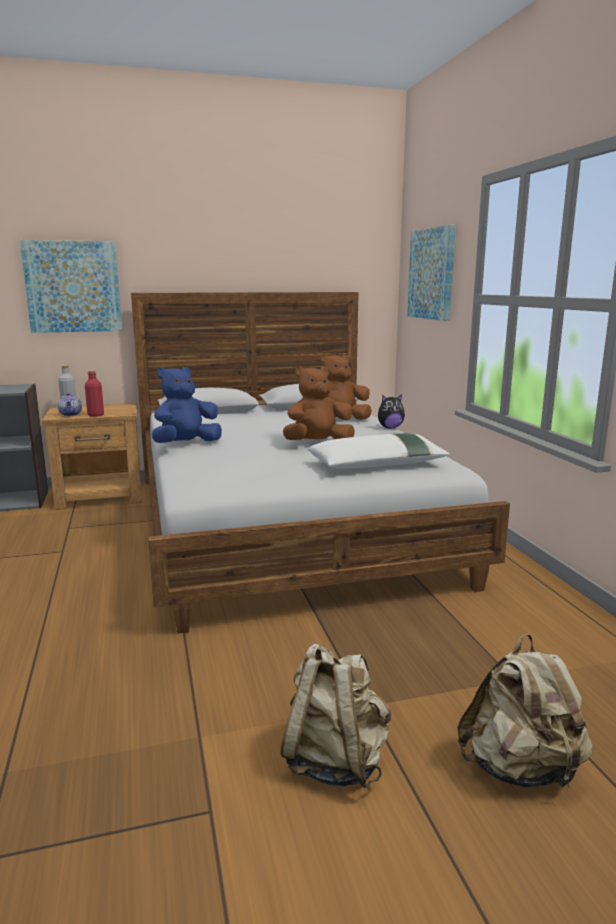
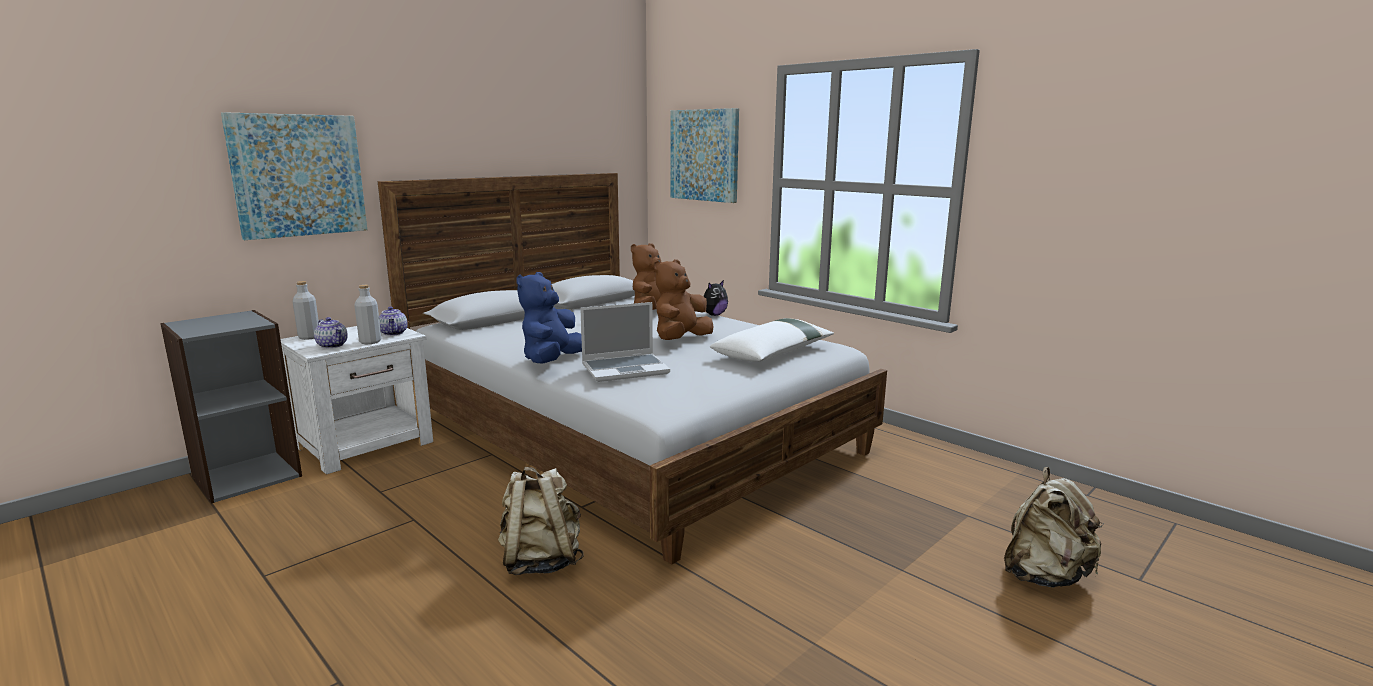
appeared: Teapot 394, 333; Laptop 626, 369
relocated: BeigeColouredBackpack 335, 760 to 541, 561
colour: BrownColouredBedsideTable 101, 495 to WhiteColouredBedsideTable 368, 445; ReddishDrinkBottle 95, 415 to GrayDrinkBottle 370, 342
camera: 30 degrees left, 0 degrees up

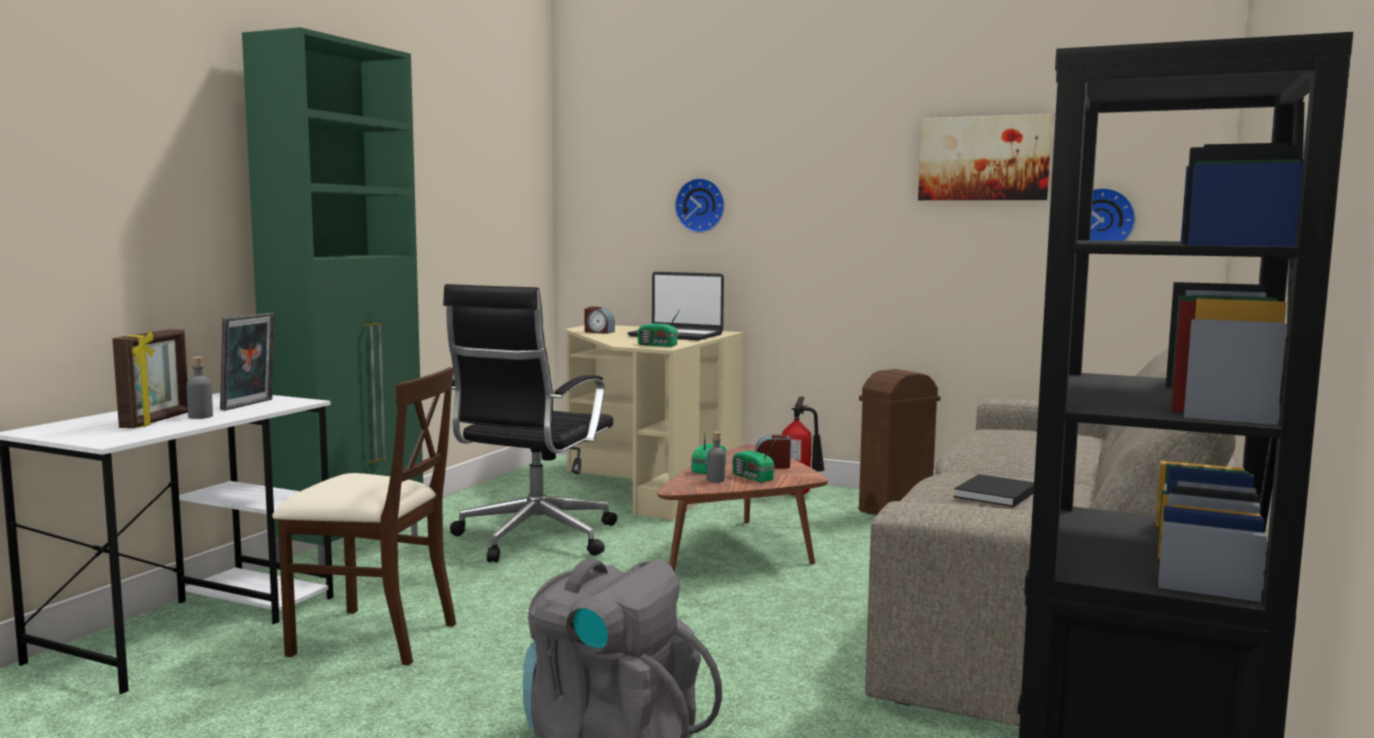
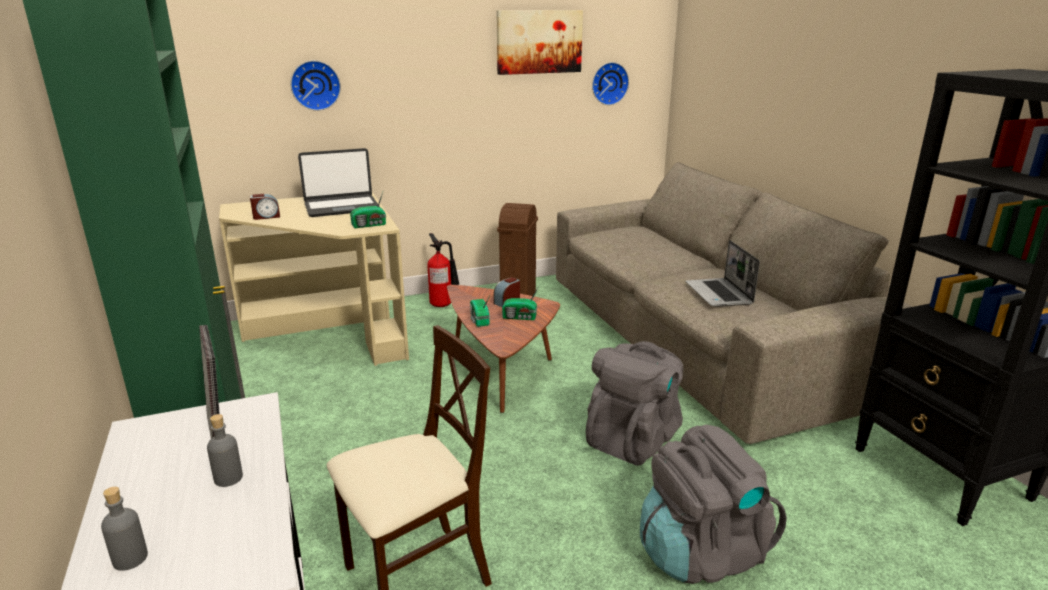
missing: StandingFrame 157, 421; BlackColouredDeskChair 533, 539
appeared: GrayBackpack 633, 438
relocated: GrayDrinkBottle 715, 480 to 130, 558
exchanged: BlackColouredVolume 994, 494 to Laptop 719, 294
camera: 45 degrees left, 15 degrees up

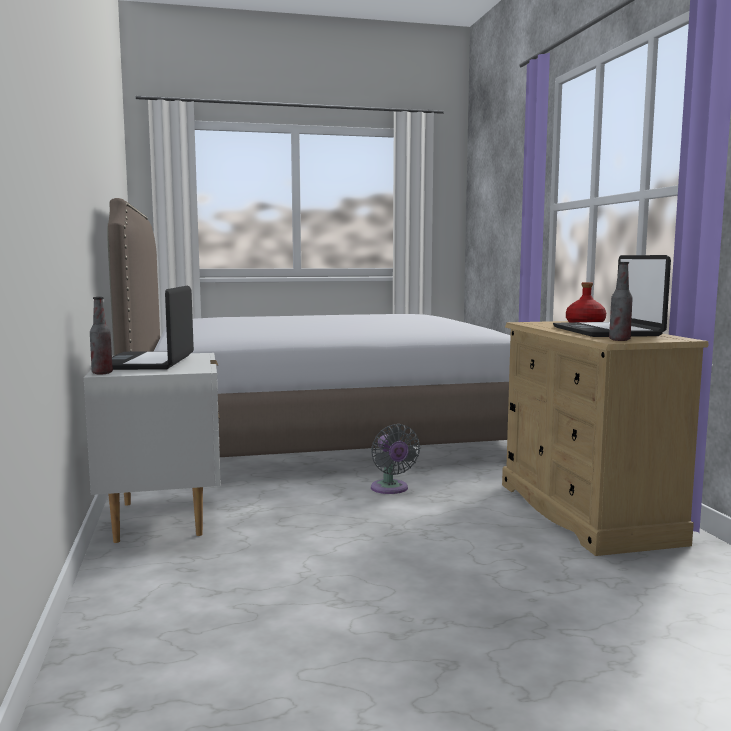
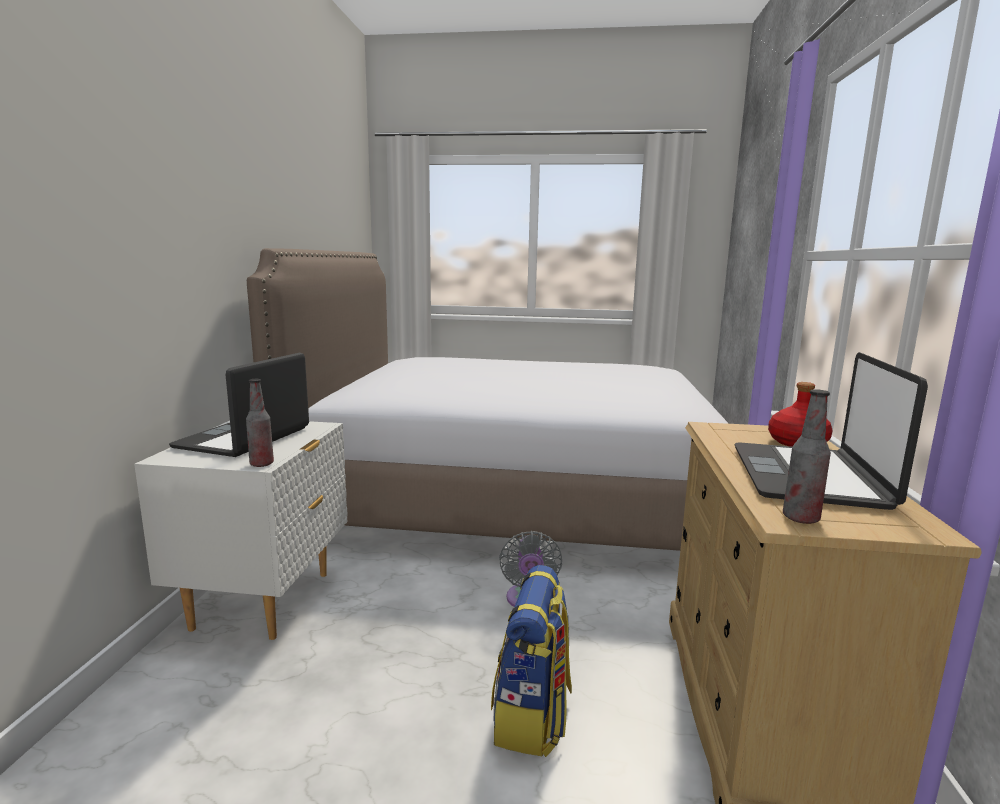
appeared: Backpack 532, 717
relocated: DrinkBottle 102, 373 to 262, 464
camera: 20 degrees right, 5 degrees up

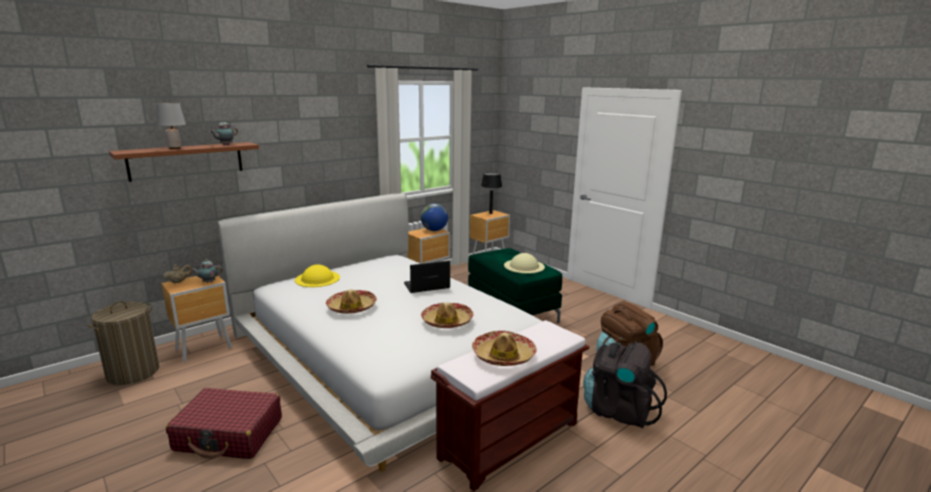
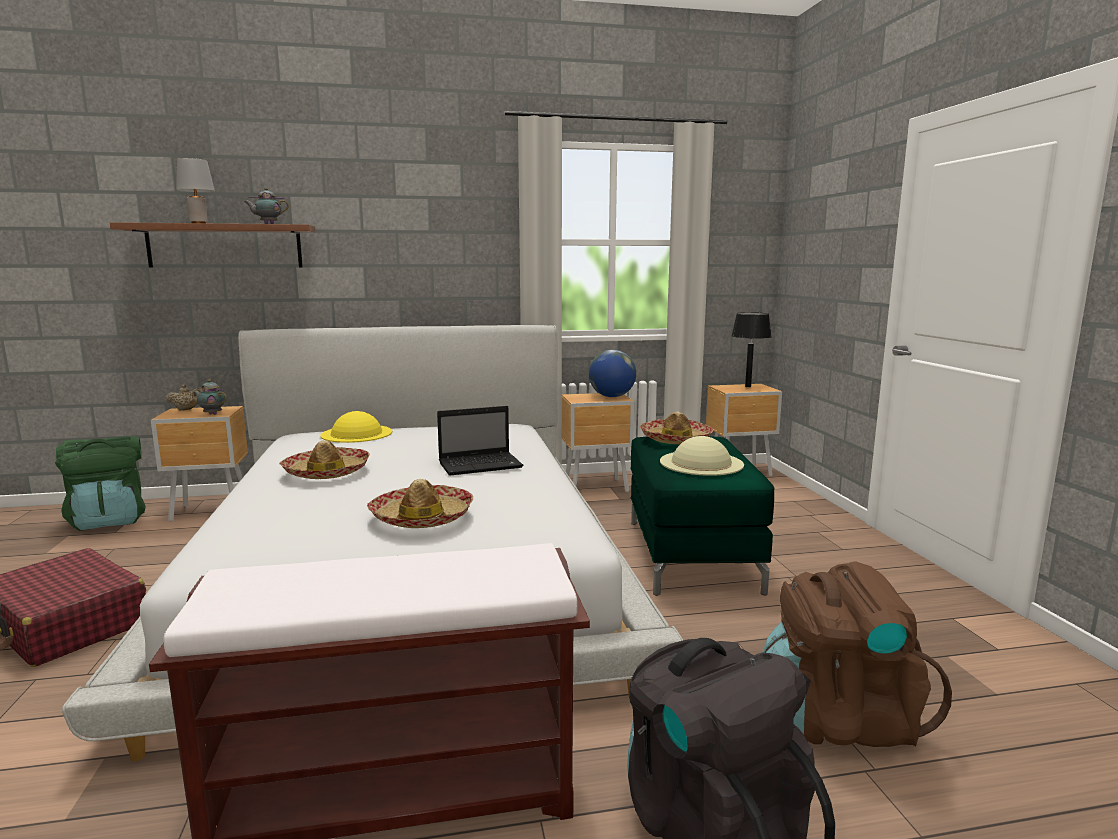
relocated: WearableHat 503, 356 to 676, 439
exchanged: WashingBasket 133, 372 to GreenBackpack 110, 520
spun: Laptop 426, 286 = 482, 465 150 degrees clockwise
camera: 30 degrees right, 5 degrees down

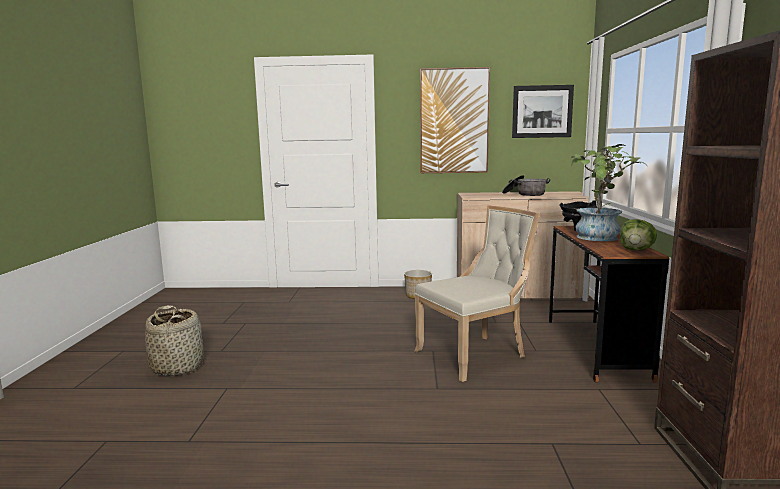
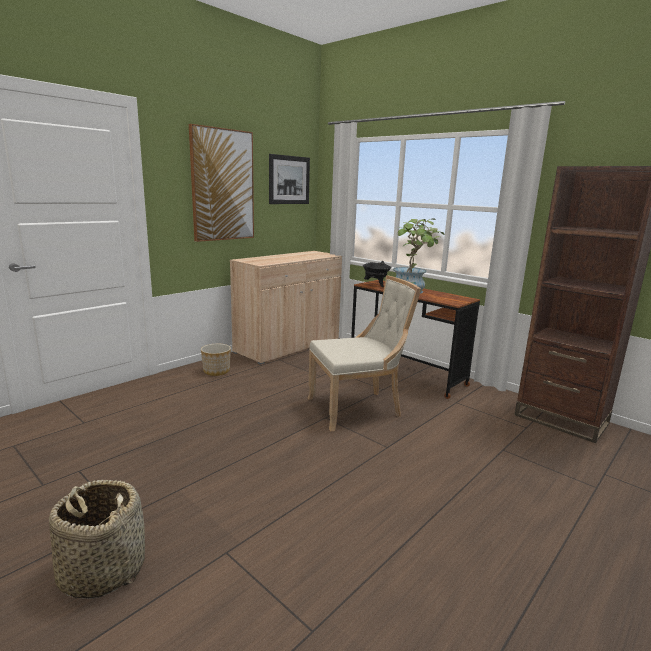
missing: Saucepot 524, 194; LettuceHead 636, 250
spun: BeigeColouredUprightChair 475, 355 = 358, 408 60 degrees clockwise
camera: 50 degrees left, 5 degrees up

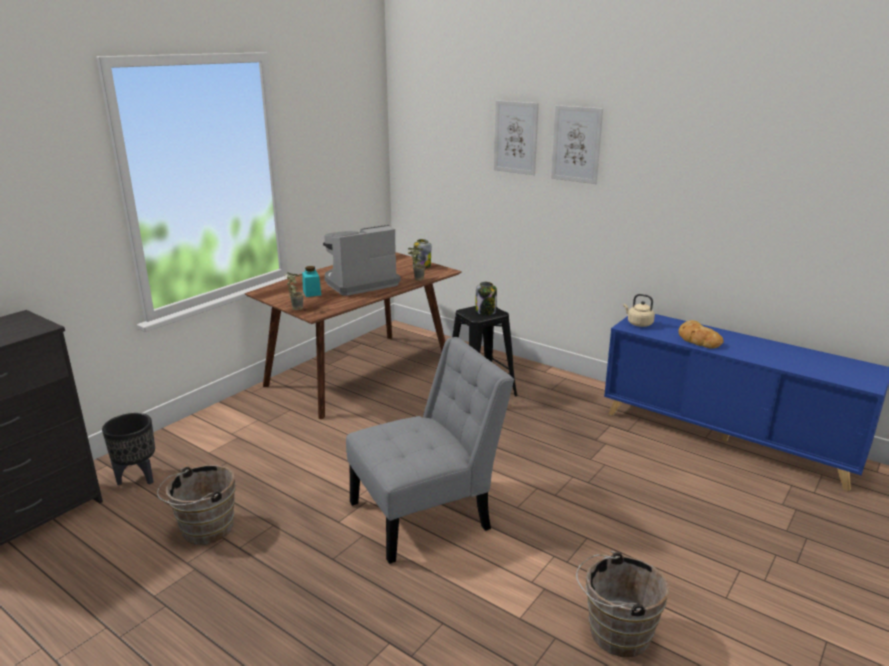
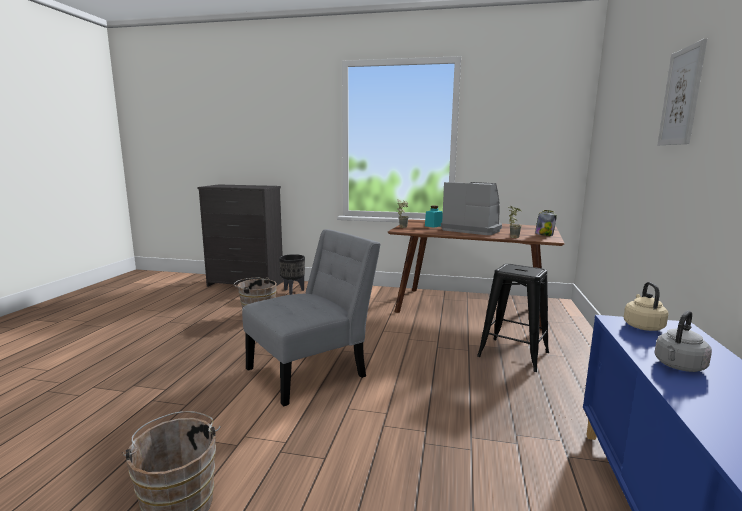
missing: PreserveJar 486, 311; Picture 516, 137
exchanged: BakedBread 698, 339 to GrayWaterKettle 678, 366
spun: GrayUprightChair 427, 513 = 312, 371 75 degrees counterclockwise
camera: 65 degrees right, 10 degrees down

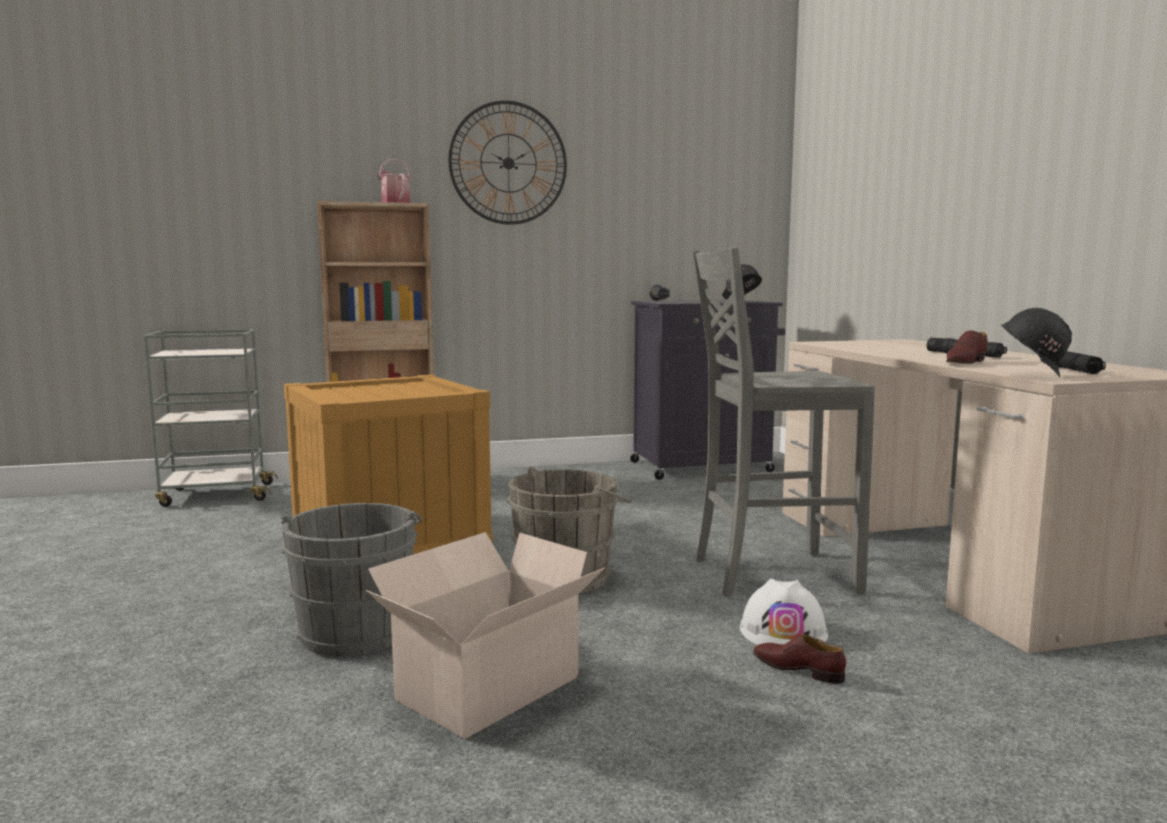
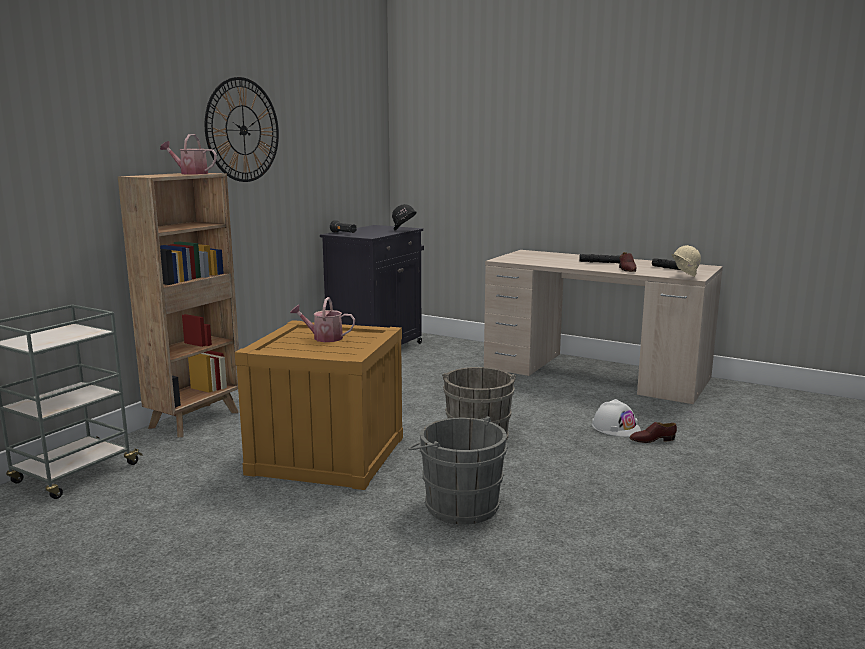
missing: PackingBox 484, 690; GrayUprightChair 770, 574
appeared: WateringPot 323, 338
colour: BlackColouredHardHat 1030, 376 to BeigeColouredHardHat 683, 277
camera: 45 degrees left, 5 degrees up

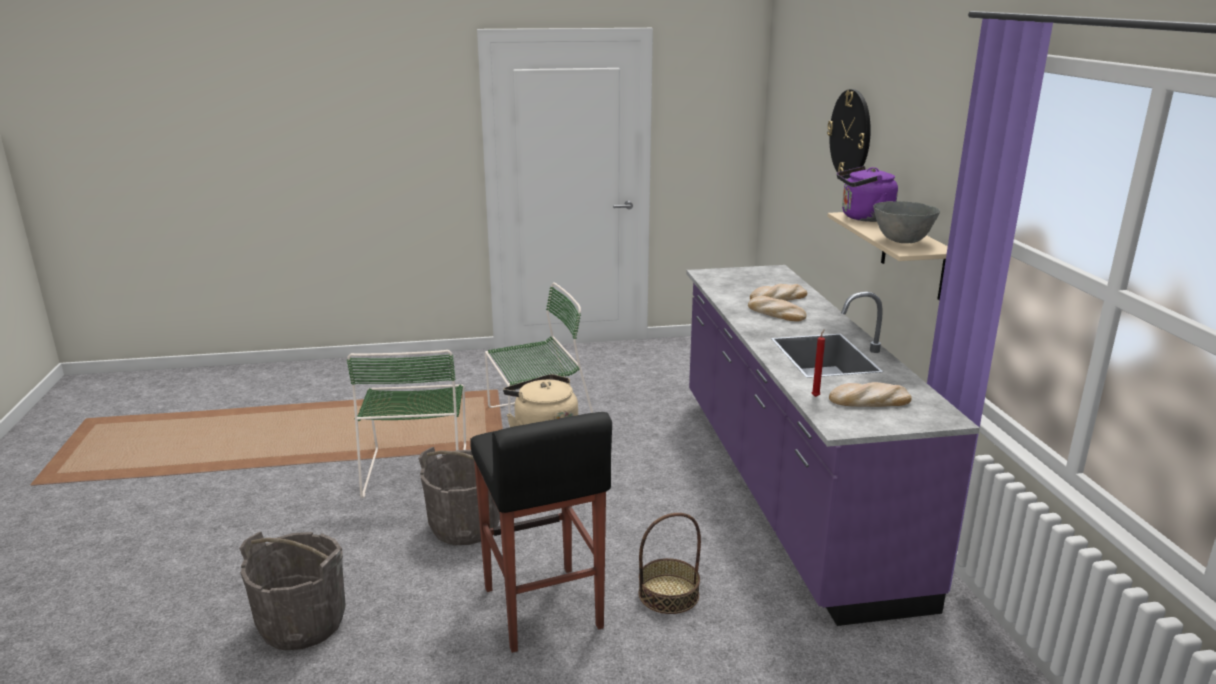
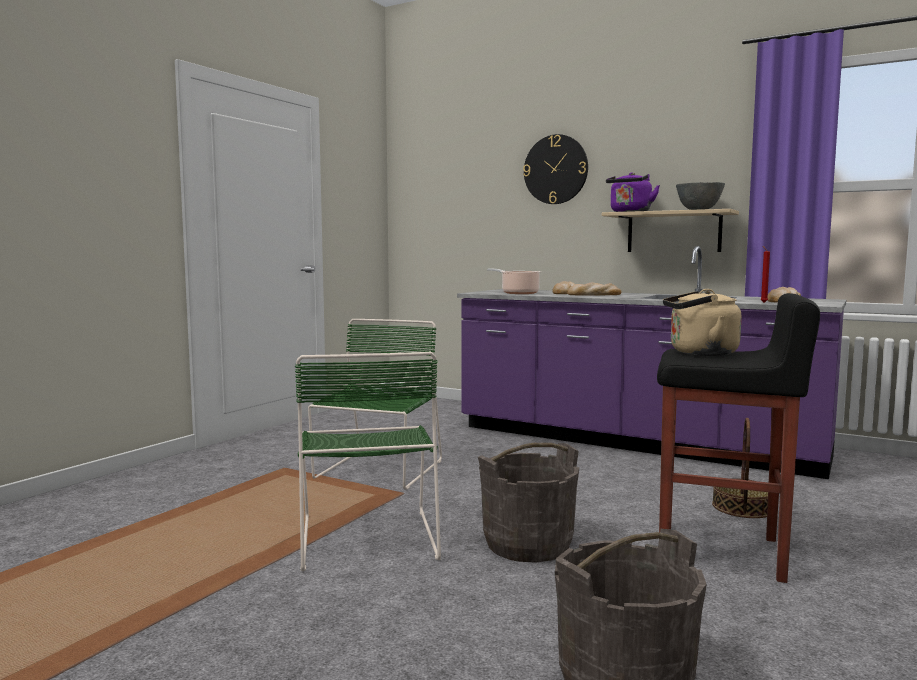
appeared: Saucepot 518, 293
spun: GreenUprightChair 417, 468 = 368, 536 45 degrees clockwise
camera: 50 degrees left, 15 degrees down

